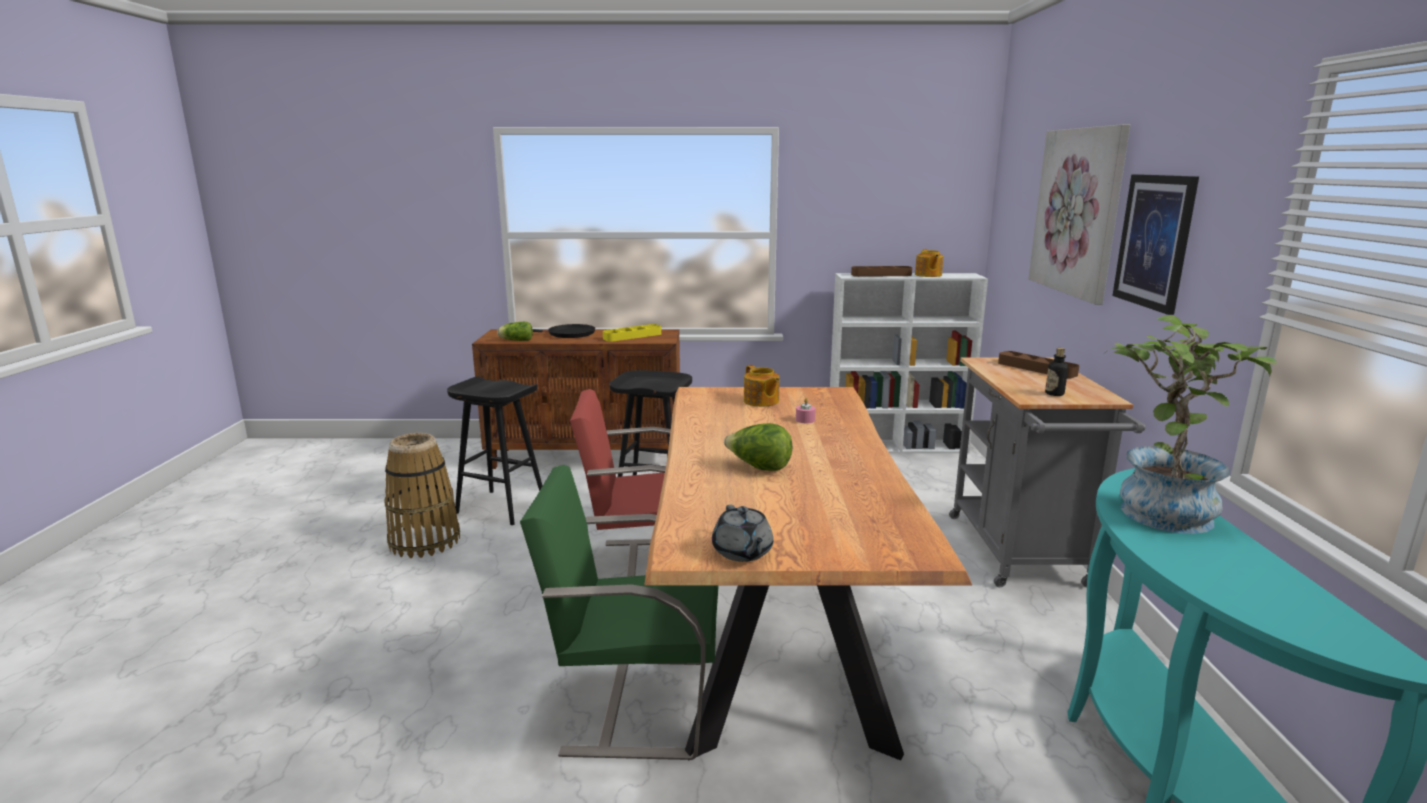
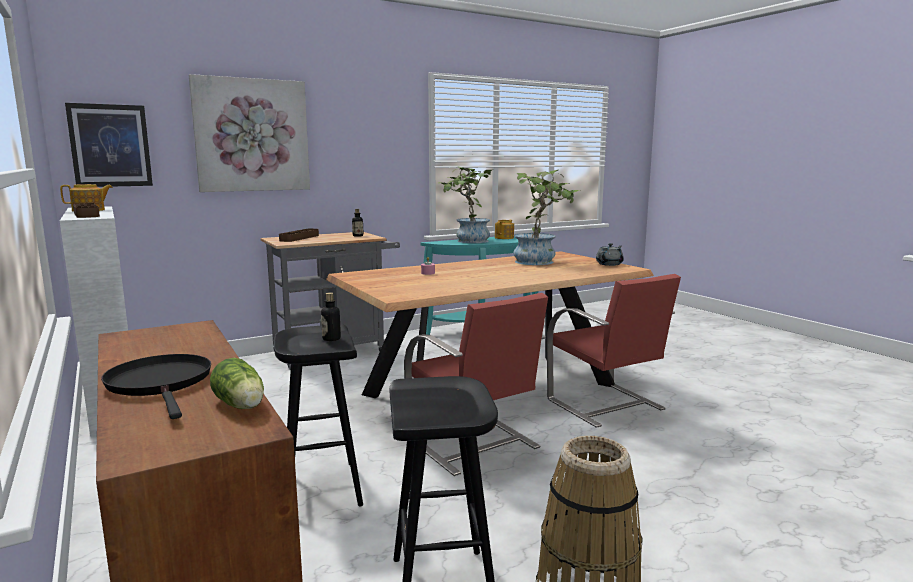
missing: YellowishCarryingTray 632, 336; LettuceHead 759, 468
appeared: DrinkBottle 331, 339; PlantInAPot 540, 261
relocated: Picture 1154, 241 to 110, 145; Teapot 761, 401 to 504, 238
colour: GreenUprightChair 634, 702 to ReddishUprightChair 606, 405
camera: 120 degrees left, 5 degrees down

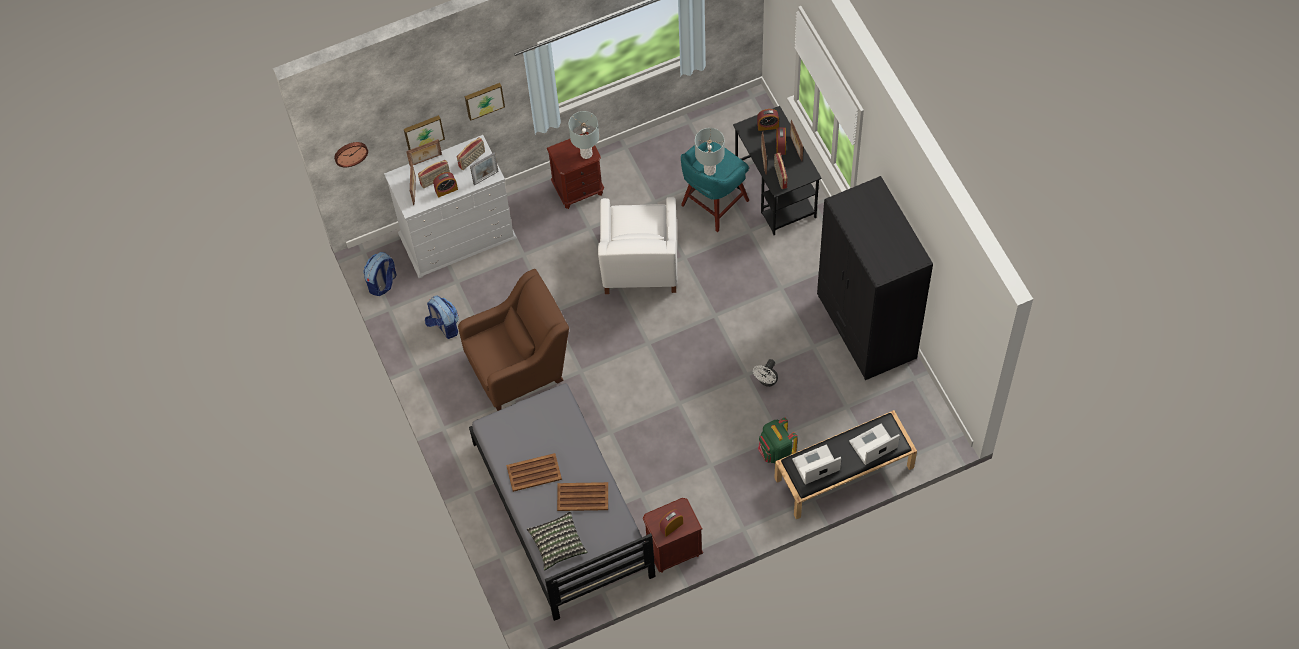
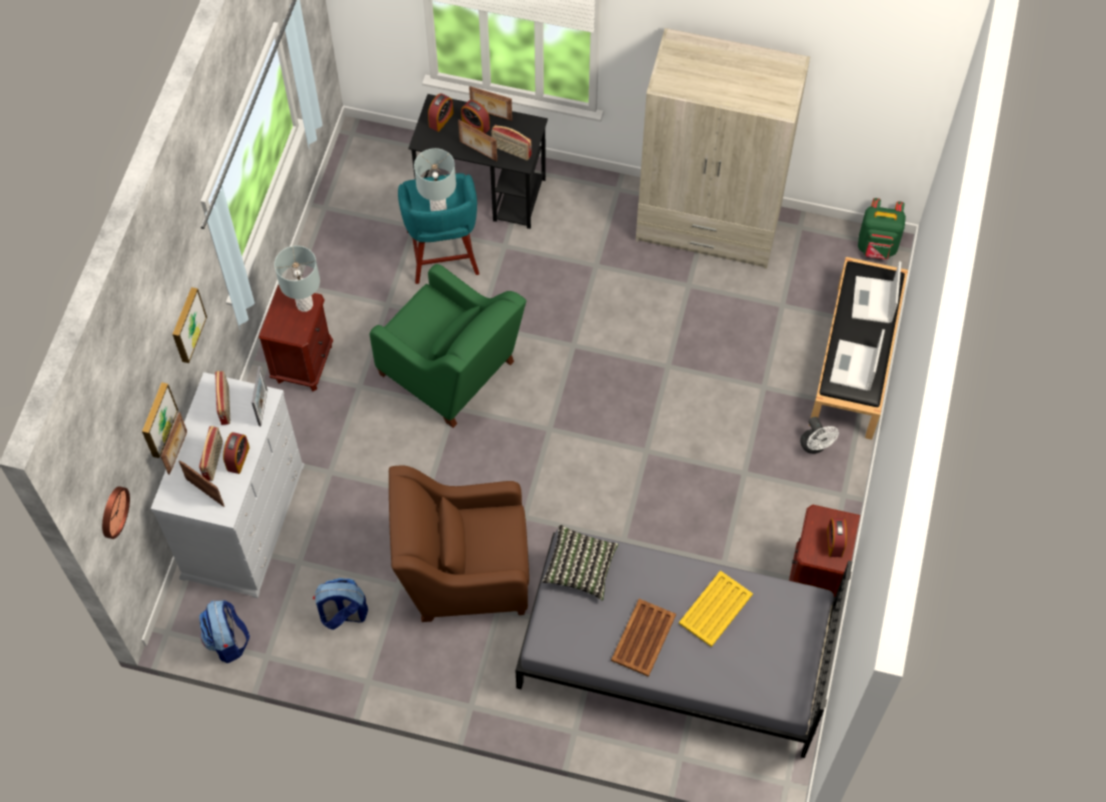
relocated: Cushion 558, 544 to 580, 567; WhiteColouredFan 766, 381 to 815, 446; GreenBackpack 776, 452 to 877, 247
colour: WhiteColouredEasyChair 640, 266 to GreenEasyChair 452, 372; BlackColouredArmoire 866, 328 to BeigeColouredArmoire 708, 226; BrownColouredCarryingTray 582, 497 to YellowishCarryingTray 715, 609
spun: BrownColouredEasyChair 520, 365 = 463, 571 105 degrees counterclockwise
camera: 55 degrees left, 0 degrees up

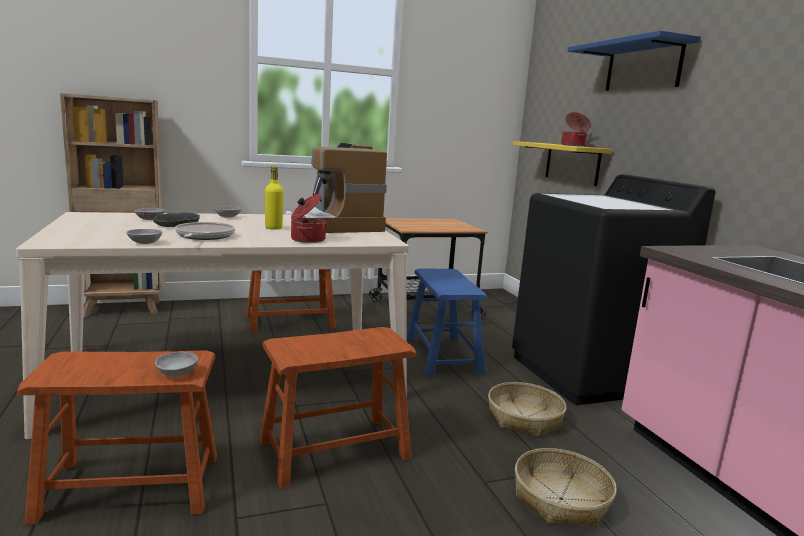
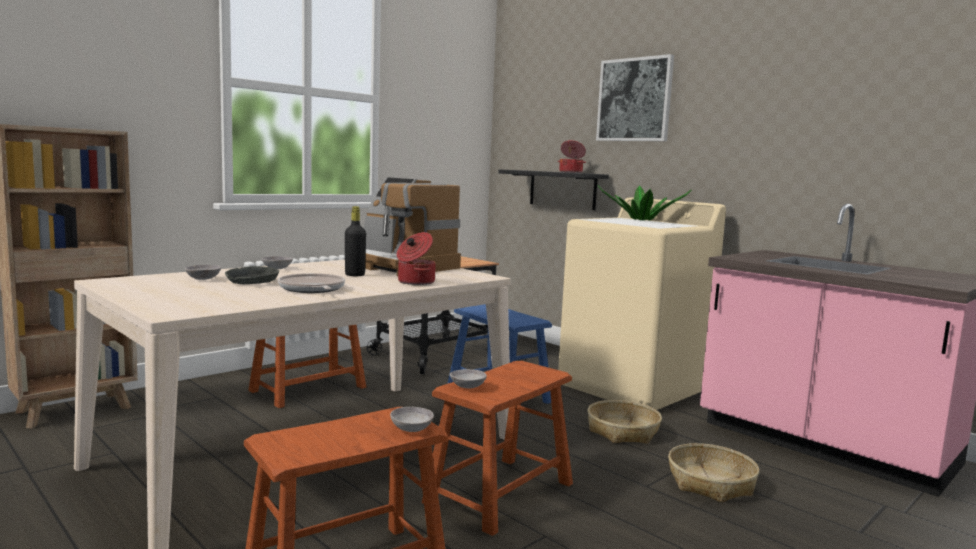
appeared: PlantInAPot 641, 220
relocated: GrayBowl 145, 243 to 467, 387
exchanged: BluishShelf 643, 67 to Picture 634, 100
colour: YellowishDrinkBottle 273, 228 to BlackColouredDrinkBottle 354, 275; YellowishShelf 572, 163 to BlackColouredShelf 562, 189; BlackColouredLaundryAppliance 589, 374 to BeigeColouredLaundryAppliance 633, 387
camera: 25 degrees left, 5 degrees down

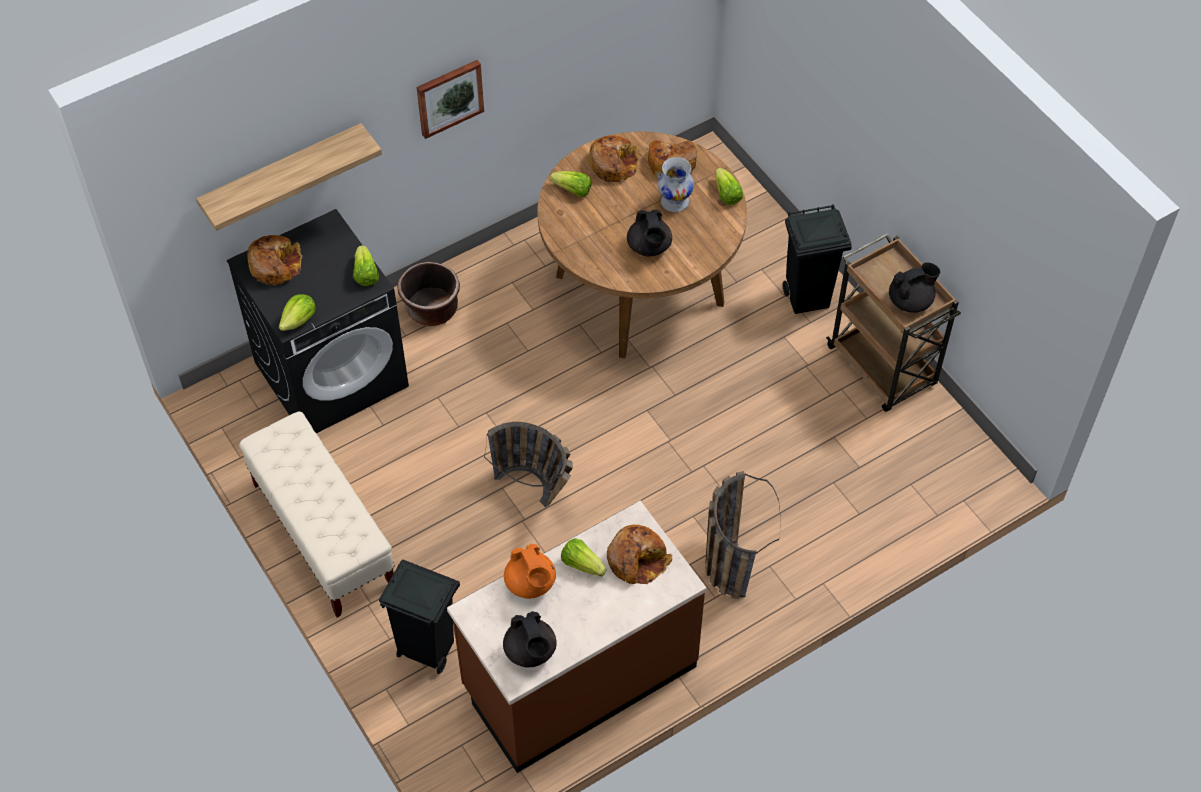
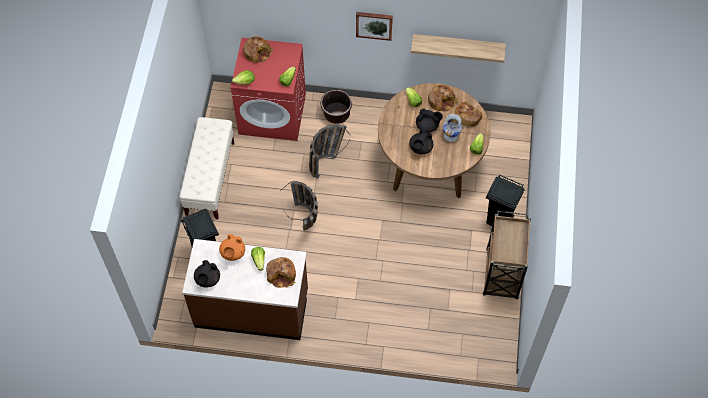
relocated: StorageBasket 729, 558 to 327, 161; Shelf 282, 174 to 458, 45; BlackColouredTeapot 911, 301 to 427, 126
colour: BlackColouredLaundryAppliance 332, 373 to ReddishLaundryAppliance 273, 114
camera: 40 degrees right, 5 degrees up

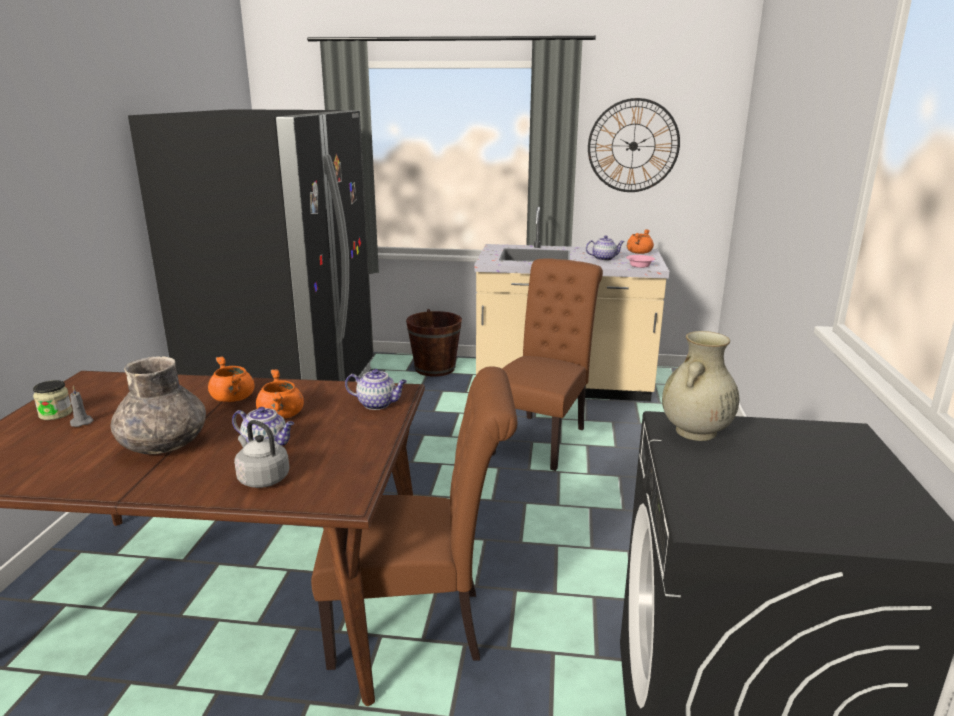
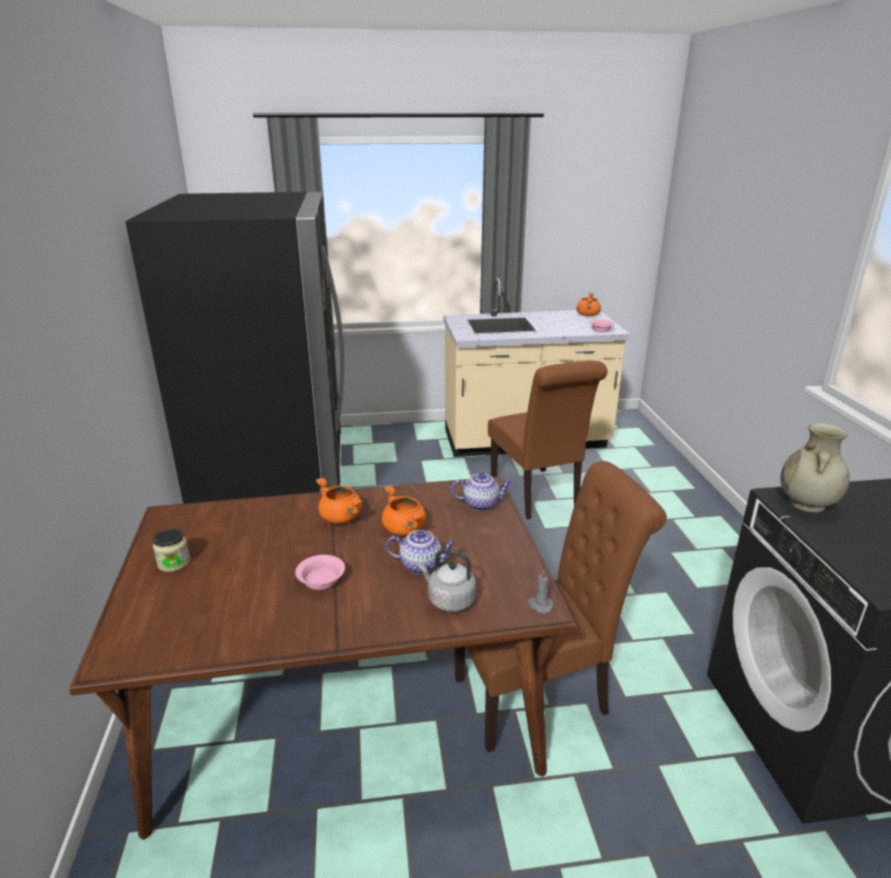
missing: BrownColouredBucket 435, 368; Teapot 604, 258; WallClock 633, 146
relocated: GrayCandle 81, 422 to 539, 605
exchanged: GrayVase 164, 445 to PinkColouredBowl 322, 580
spun: BrownColouredUprightChair 542, 438 = 537, 496 150 degrees clockwise
camera: 15 degrees left, 5 degrees up

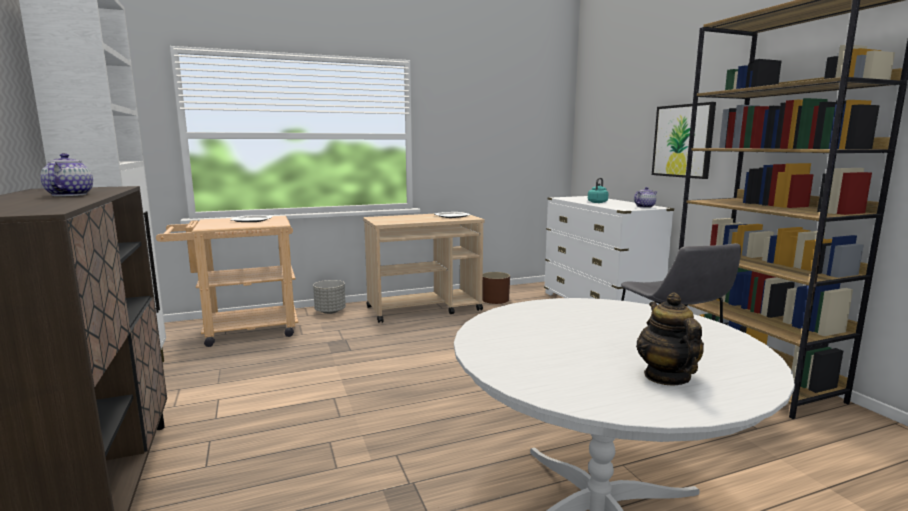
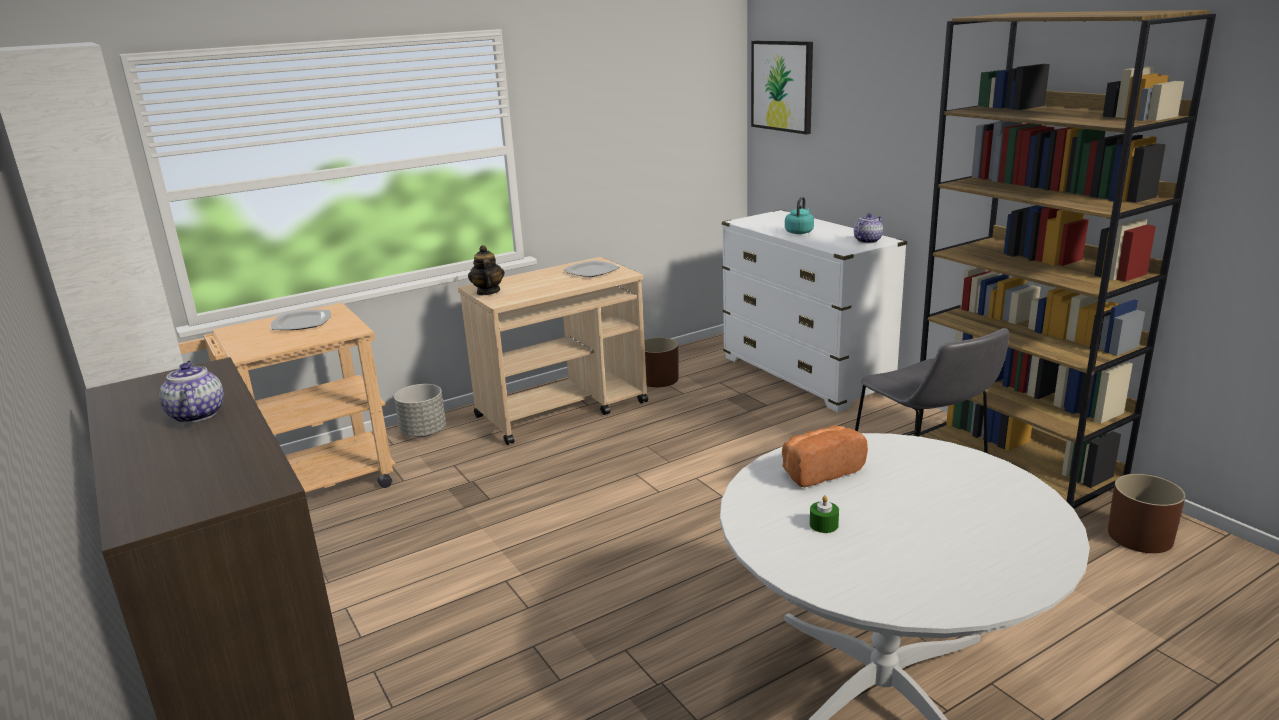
appeared: BakedBread 819, 471; GreenCandle 823, 525; BrownColouredPlantPot 1140, 537
relocated: Teapot 666, 377 to 488, 292; Picture 683, 141 to 782, 86
camera: 10 degrees left, 10 degrees up

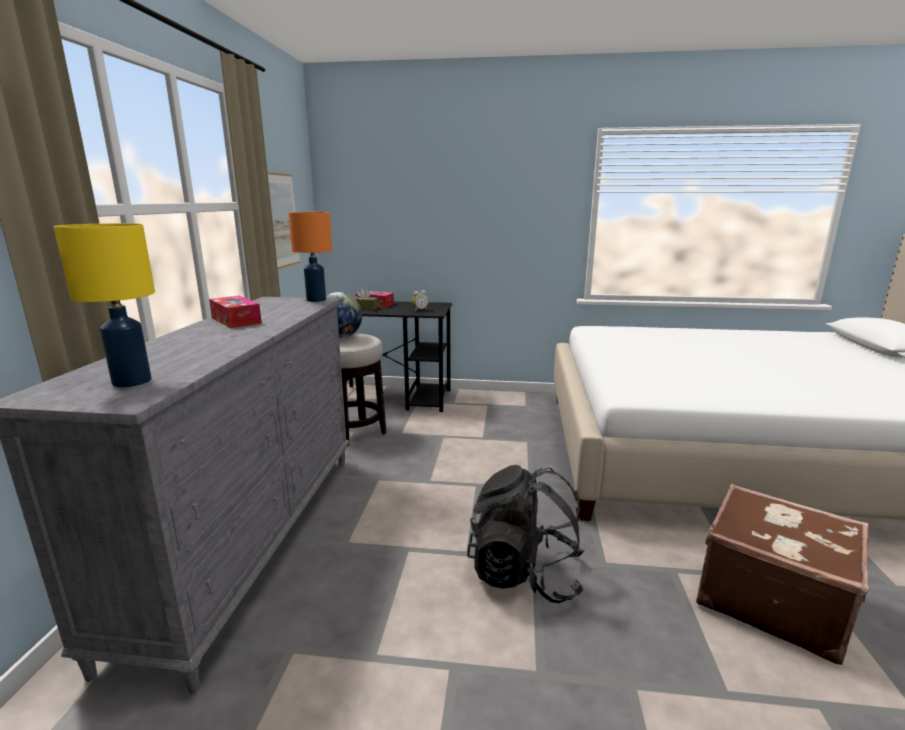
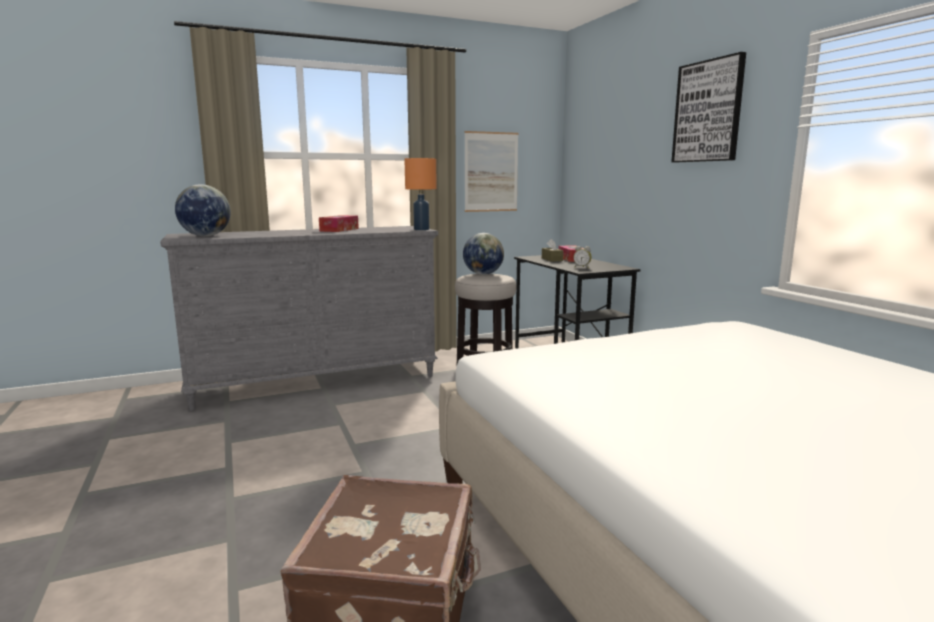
missing: BlackColouredBackpack 524, 574
appeared: Picture 708, 111
exchanged: YellowishLampForATable 130, 381 to DeskGlobe 205, 236
camera: 60 degrees right, 5 degrees down

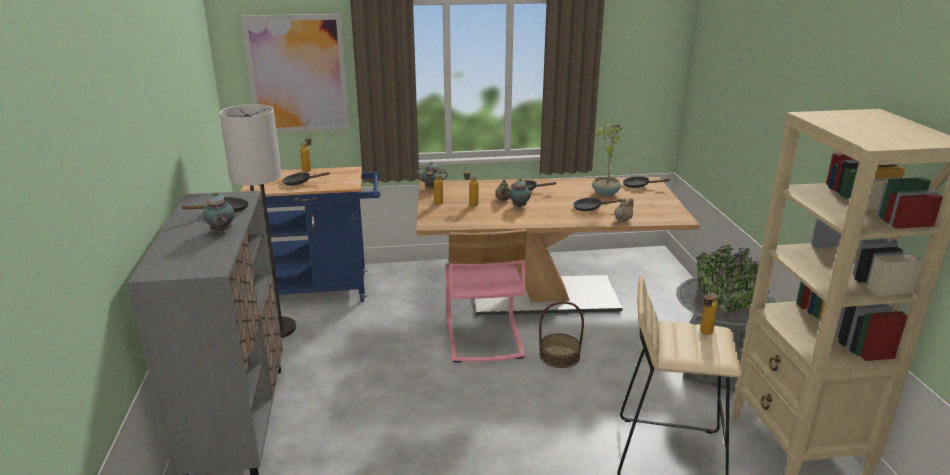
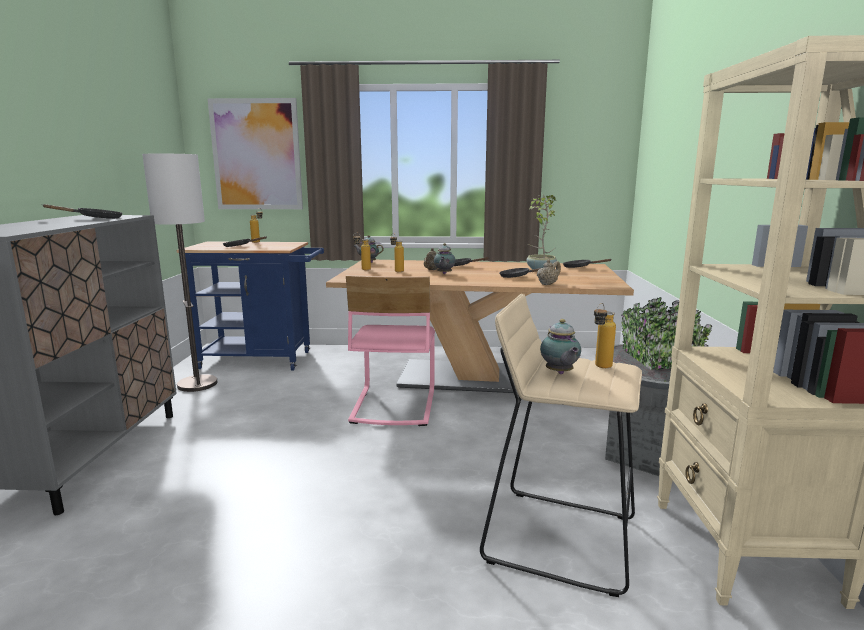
missing: StorageBasket 559, 356
relocated: Teapot 221, 232 to 559, 373
camera: 10 degrees right, 10 degrees down

